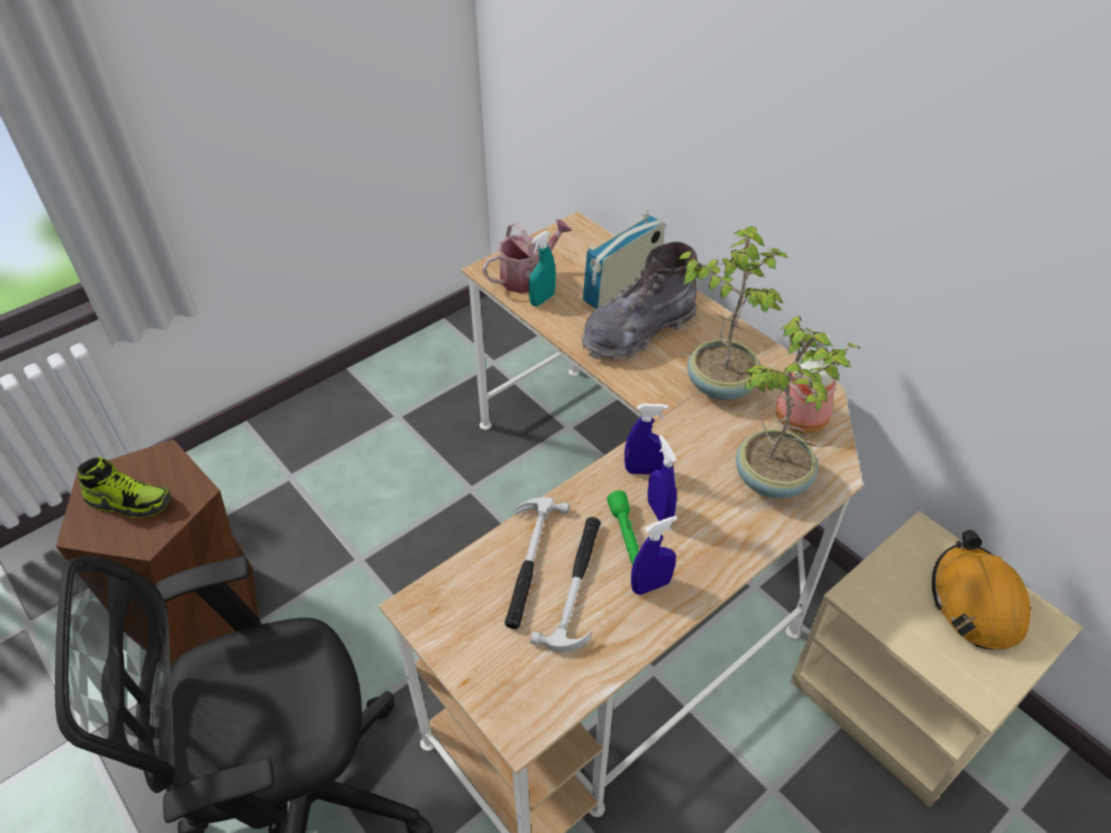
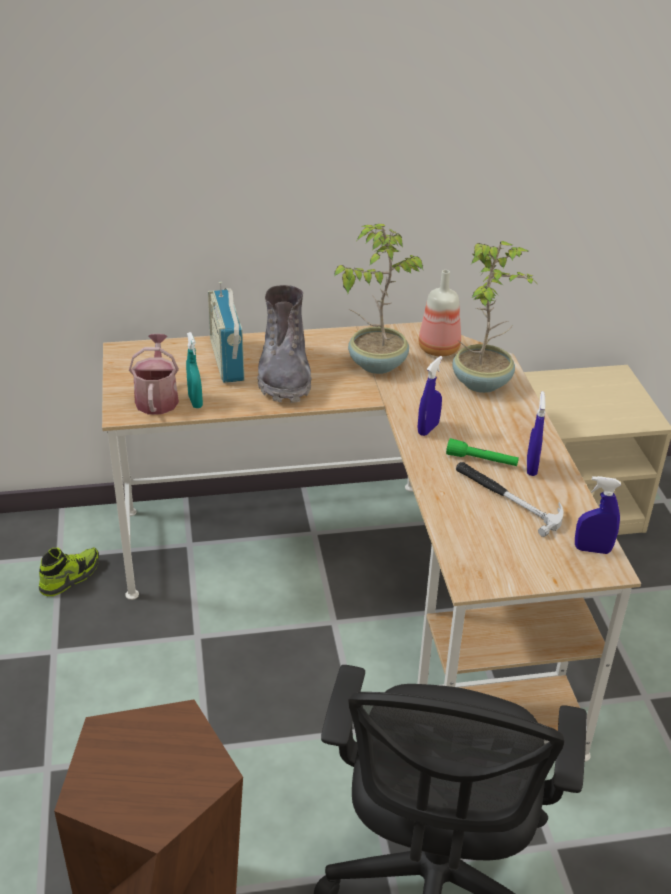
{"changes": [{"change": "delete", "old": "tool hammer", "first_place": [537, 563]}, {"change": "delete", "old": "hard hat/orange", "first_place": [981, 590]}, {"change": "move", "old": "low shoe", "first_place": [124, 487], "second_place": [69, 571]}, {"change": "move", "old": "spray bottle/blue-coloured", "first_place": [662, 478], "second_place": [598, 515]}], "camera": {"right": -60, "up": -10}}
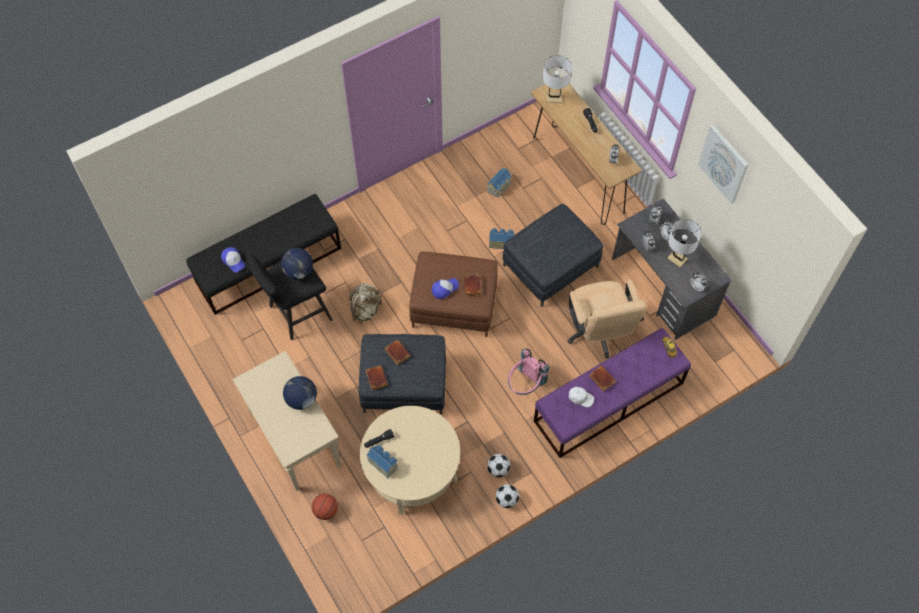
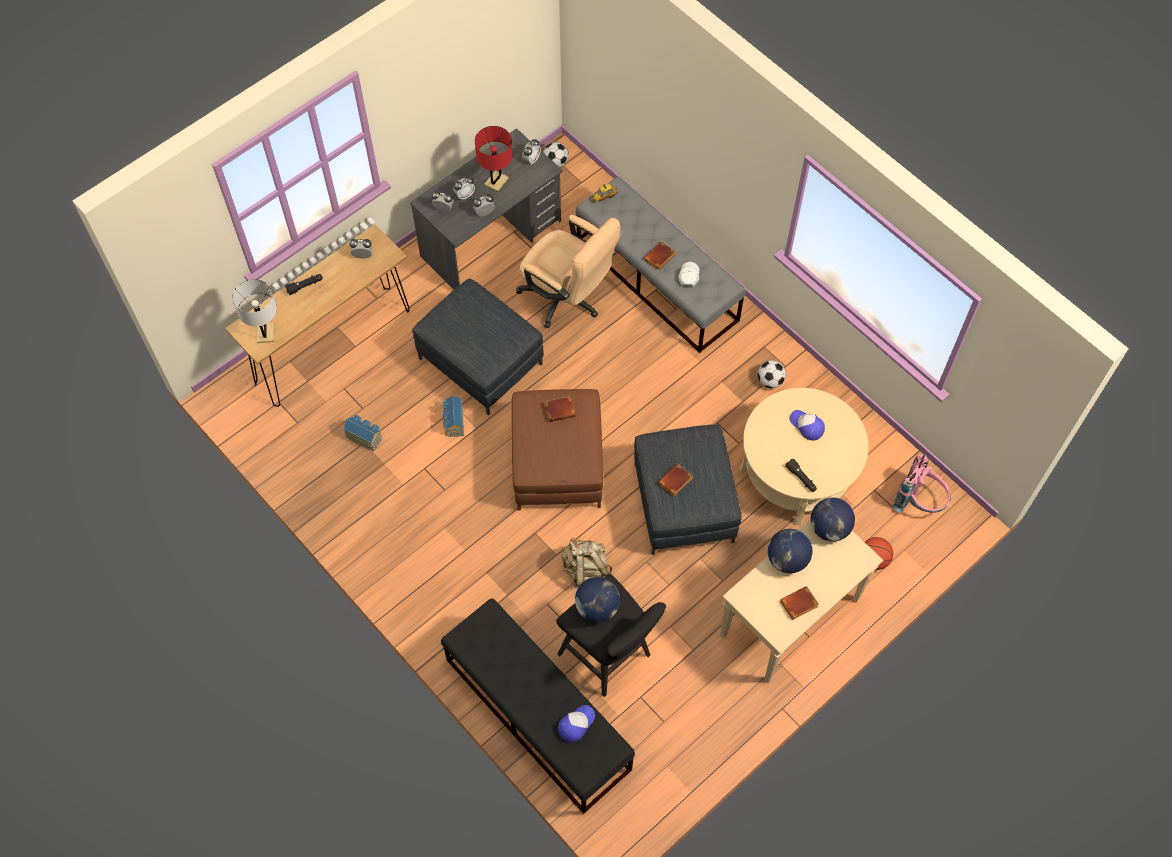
{"changes": [{"change": "delete", "old": "toy house", "first_place": [382, 461]}, {"change": "delete", "old": "picture", "first_place": [723, 164]}, {"change": "insert", "new": "globe", "second_place": [832, 519]}, {"change": "move", "old": "bound book/brown-coloured", "first_place": [376, 377], "second_place": [799, 603]}, {"change": "move", "old": "baseball cap", "first_place": [445, 288], "second_place": [807, 425]}, {"change": "move", "old": "football ball", "first_place": [507, 496], "second_place": [556, 154]}, {"change": "move", "old": "backpack/pinkish", "first_place": [528, 371], "second_place": [921, 483]}, {"change": "recolor", "old": "long seat/purplish", "new": "long seat/gray", "first_place": [612, 393], "second_place": [660, 264]}, {"change": "recolor", "old": "table lamp/white", "new": "table lamp/reddish", "first_place": [684, 243], "second_place": [494, 159]}, {"change": "rotate", "old": "desk chair/beige-coloured", "first_place": [607, 319], "second_place": [568, 271], "degrees": 60}], "camera": {"right": -100, "up": 0}}
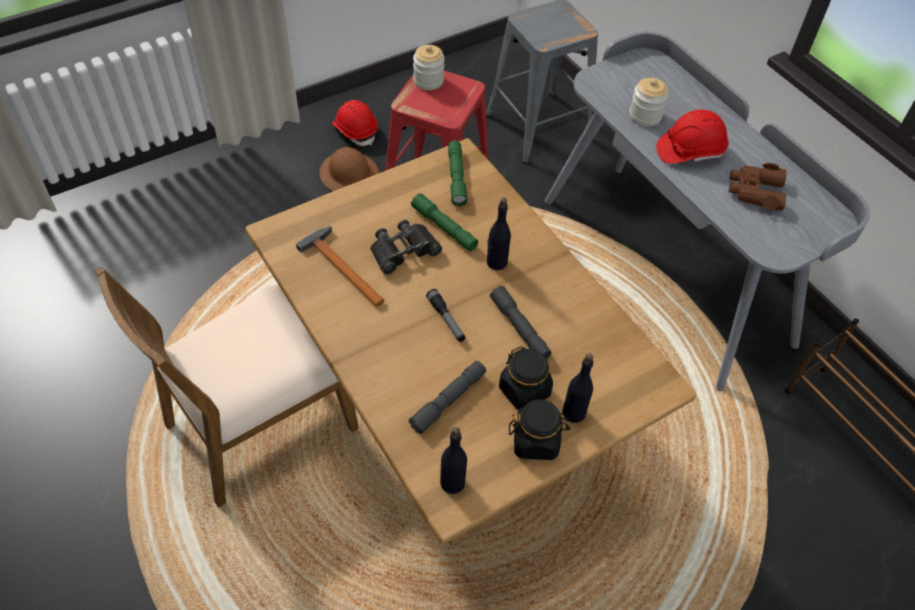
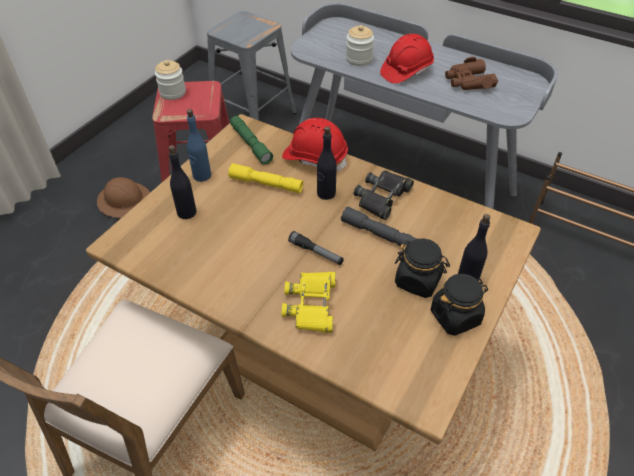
{"changes": [{"change": "delete", "old": "tool hammer", "first_place": [340, 266]}, {"change": "delete", "old": "flashlight/gray", "first_place": [447, 397]}, {"change": "insert", "new": "bottle/blue-coloured", "second_place": [199, 145]}, {"change": "insert", "new": "field glasses/yellow-coloured", "second_place": [309, 302]}, {"change": "move", "old": "hard hat/reddish", "first_place": [355, 123], "second_place": [315, 144]}, {"change": "move", "old": "field glasses/black", "first_place": [406, 247], "second_place": [384, 195]}, {"change": "move", "old": "bottle/black", "first_place": [453, 460], "second_place": [183, 182]}, {"change": "recolor", "old": "flashlight/greenish", "new": "flashlight/yellow-coloured", "first_place": [444, 222], "second_place": [265, 178]}], "camera": {"right": -25, "up": -5}}
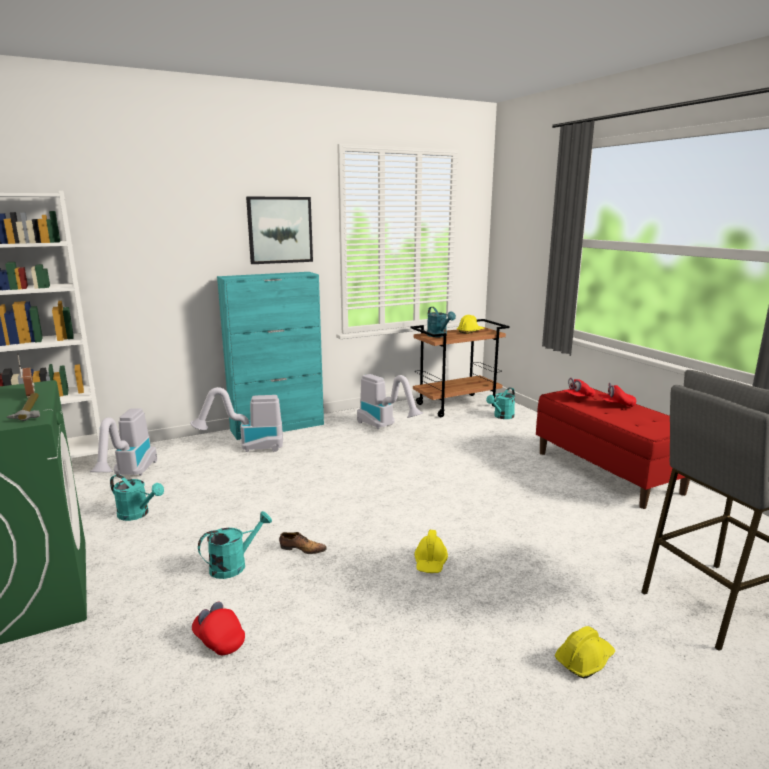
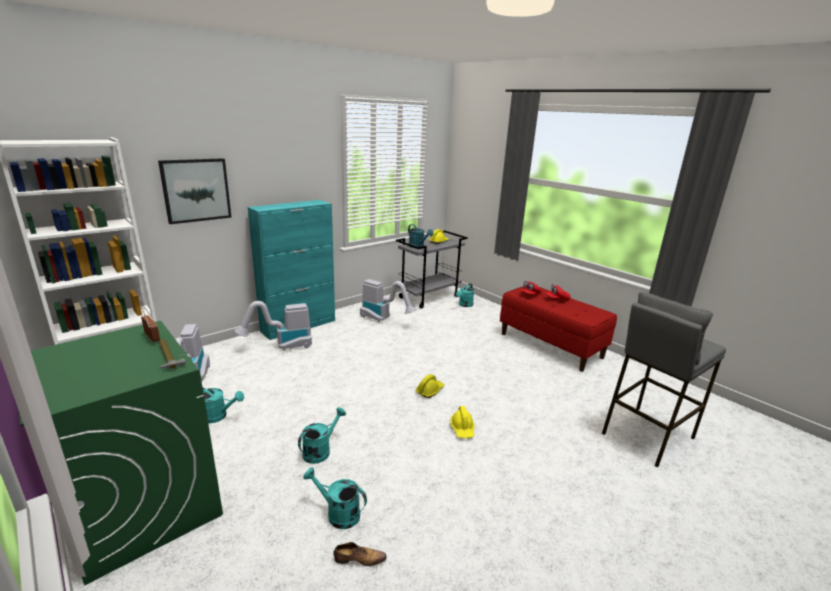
{"changes": [{"change": "move", "old": "picture", "first_place": [279, 230], "second_place": [195, 191]}, {"change": "move", "old": "low shoe", "first_place": [303, 543], "second_place": [360, 554]}, {"change": "move", "old": "hard hat/yellow-coloured", "first_place": [585, 652], "second_place": [429, 386]}, {"change": "replace", "old": "baseball cap/reddish", "new": "sprinkling can/blue-green", "first_place": [218, 628], "second_place": [335, 498]}, {"change": "recolor", "old": "wheeled cart/brown-coloured", "new": "wheeled cart/gray", "first_place": [460, 368], "second_place": [432, 269]}], "camera": {"right": -15, "up": 5}}
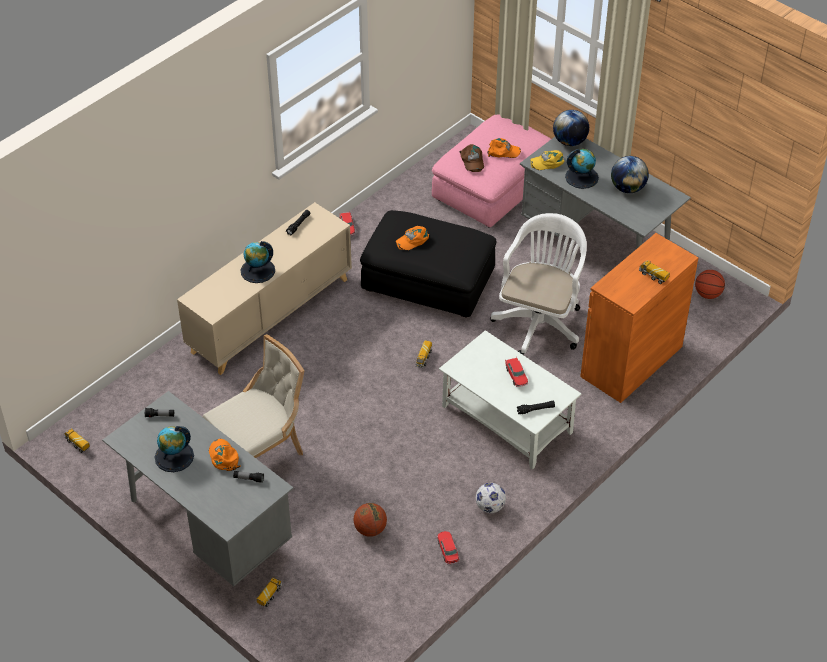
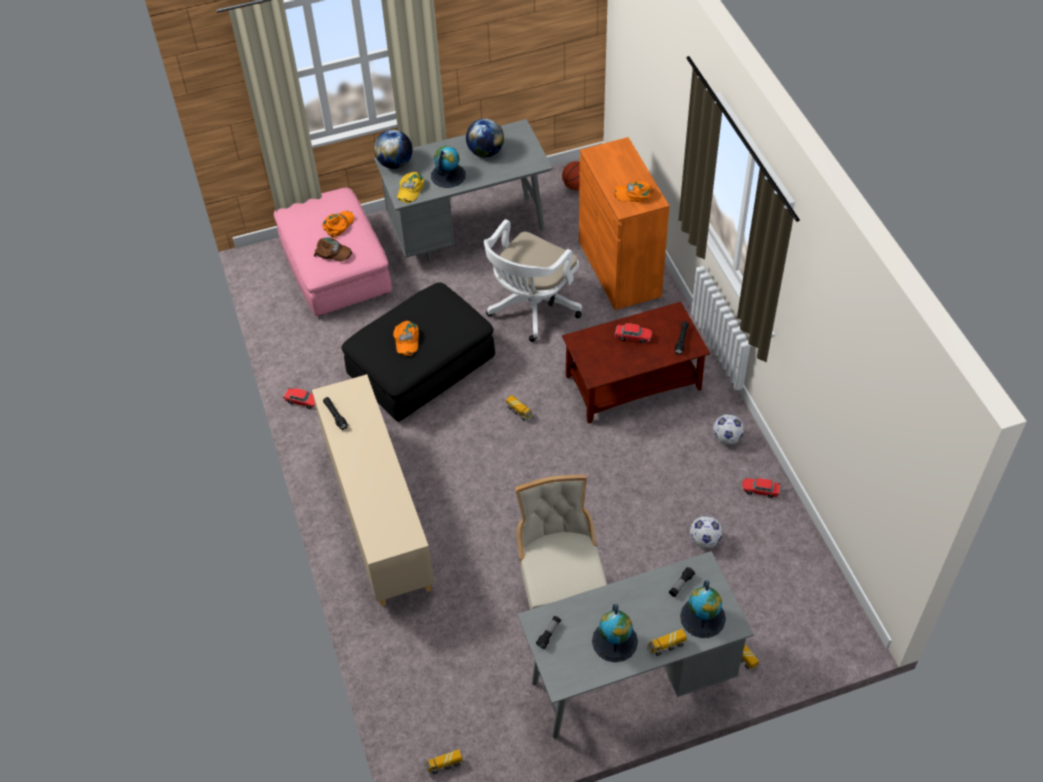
{"changes": [{"change": "move", "old": "baseball cap/orange", "first_place": [225, 455], "second_place": [633, 191]}, {"change": "move", "old": "globe", "first_place": [258, 262], "second_place": [703, 609]}, {"change": "move", "old": "toy truck", "first_place": [654, 272], "second_place": [667, 642]}, {"change": "replace", "old": "basketball", "new": "football ball", "first_place": [370, 520], "second_place": [706, 532]}, {"change": "recolor", "old": "coffee table/white", "new": "coffee table/brown-coloured", "first_place": [510, 400], "second_place": [636, 363]}, {"change": "rotate", "old": "desk chair/white", "first_place": [538, 284], "second_place": [533, 280], "degrees": -105}], "camera": {"right": -60, "up": 5}}
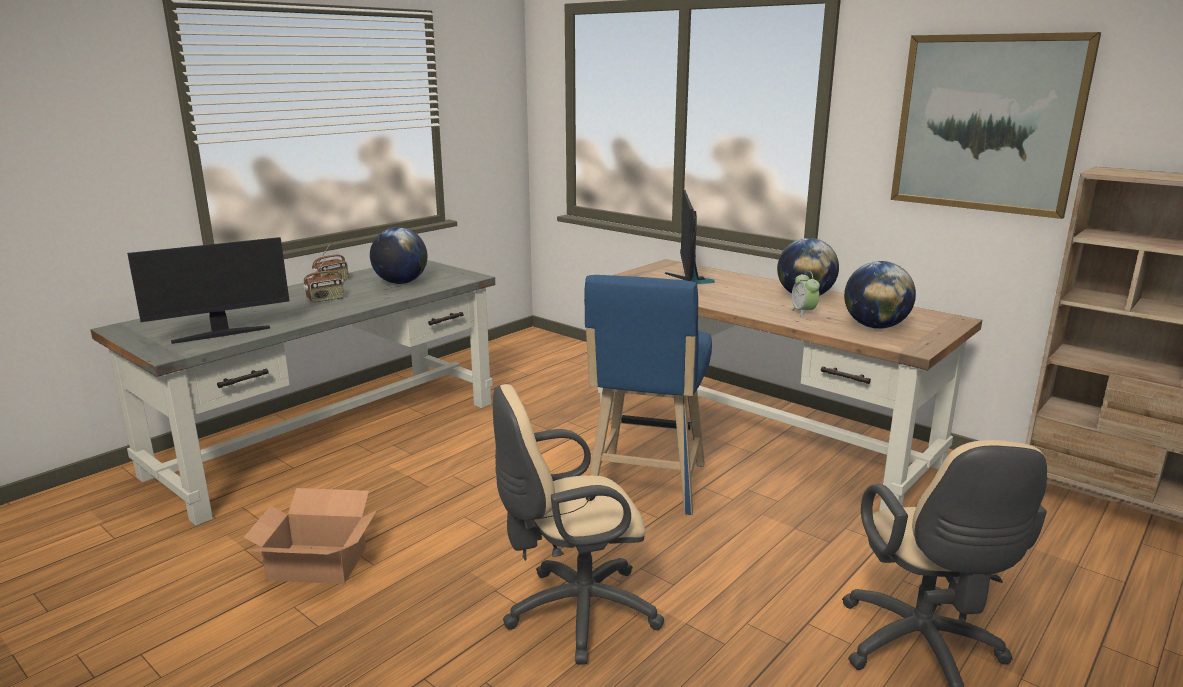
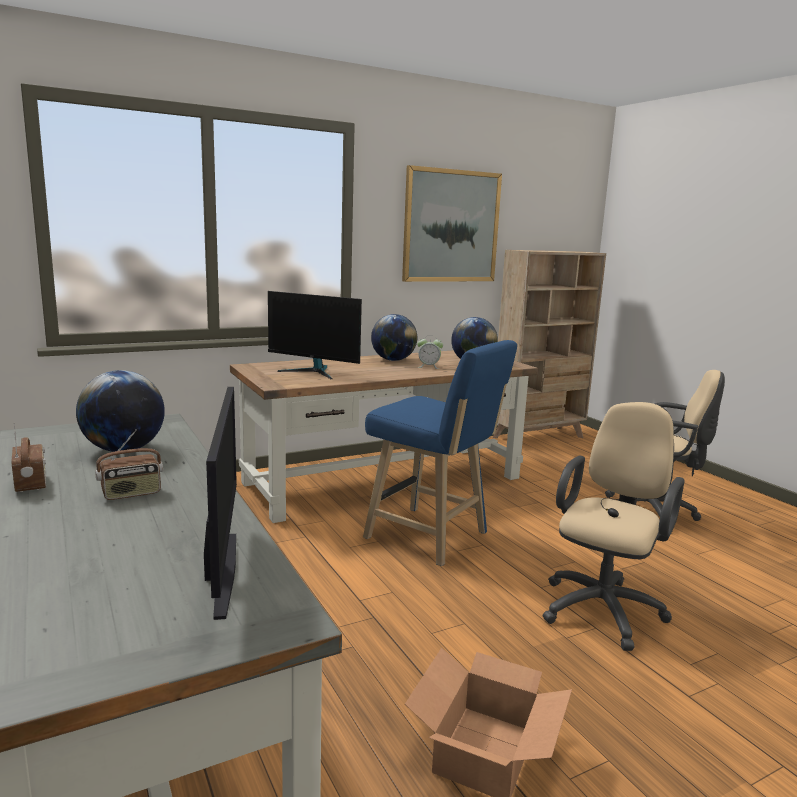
{"changes": [{"change": "rotate", "old": "radio", "first_place": [323, 281], "second_place": [129, 464], "degrees": 75}, {"change": "rotate", "old": "desk chair/beige-coloured", "first_place": [578, 524], "second_place": [614, 526], "degrees": -150}], "camera": {"right": -70, "up": -5}}
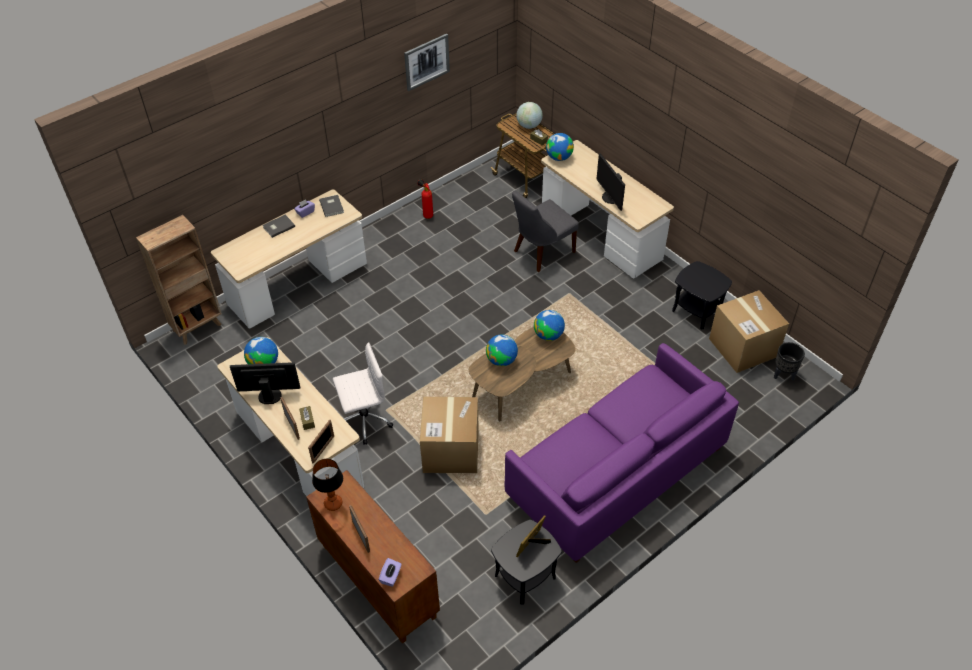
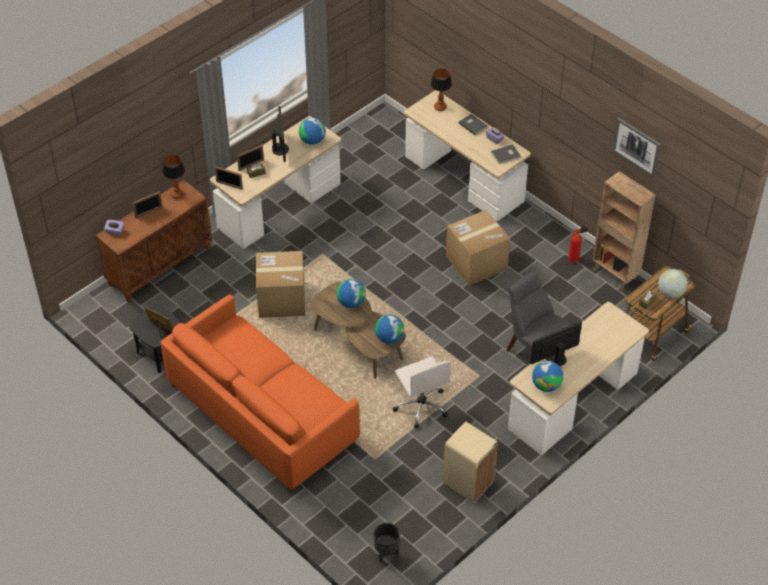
{"changes": [{"change": "insert", "new": "table lamp", "second_place": [441, 90]}, {"change": "move", "old": "bookshelf/brown-coloured", "first_place": [179, 280], "second_place": [624, 230]}, {"change": "move", "old": "desk chair/white", "first_place": [363, 393], "second_place": [421, 392]}, {"change": "move", "old": "globe", "first_place": [560, 147], "second_place": [547, 376]}, {"change": "move", "old": "cardboard box", "first_place": [749, 331], "second_place": [478, 248]}, {"change": "replace", "old": "side table/black", "new": "trash can/beige-coloured", "first_place": [702, 295], "second_place": [470, 462]}, {"change": "recolor", "old": "couch/purplish", "new": "couch/orange", "first_place": [622, 453], "second_place": [260, 393]}], "camera": {"right": 85, "up": 0}}
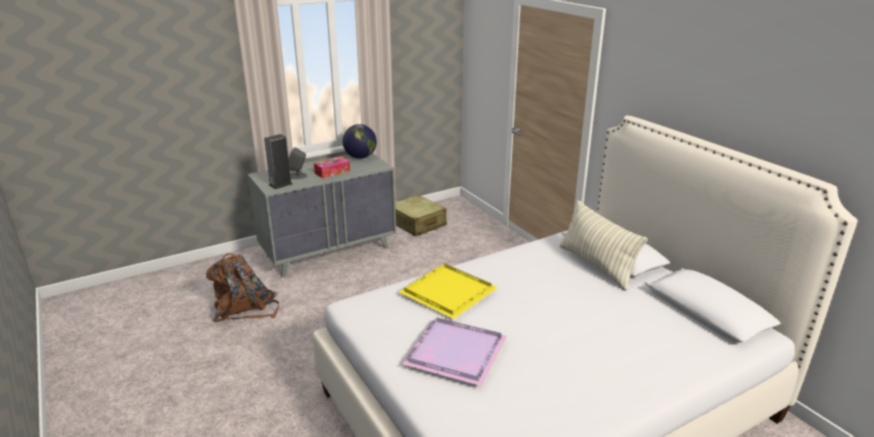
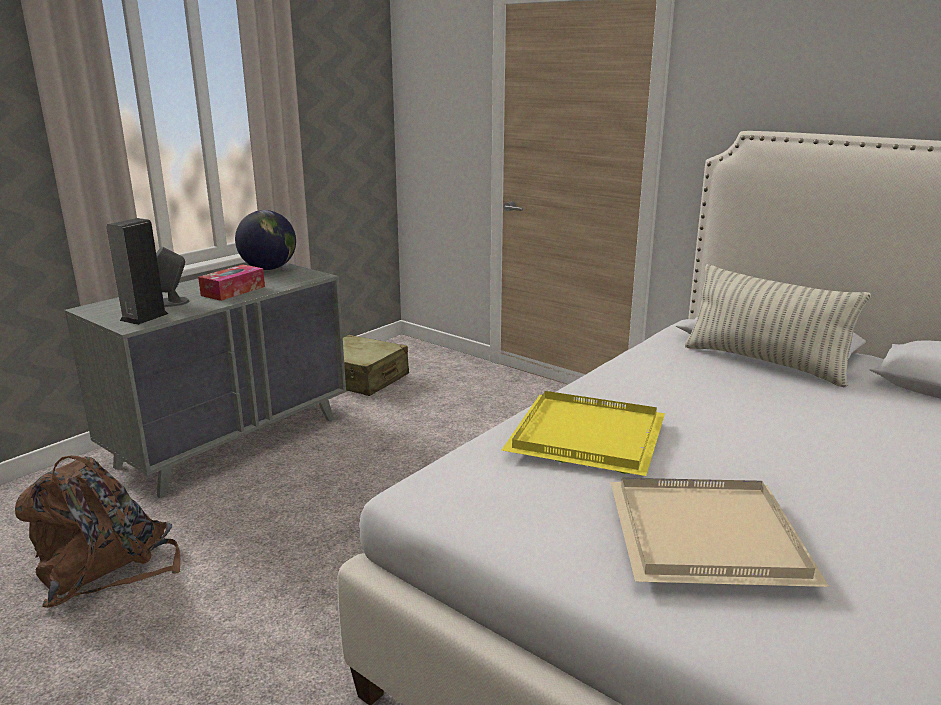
{"changes": [{"change": "recolor", "old": "tray/purplish", "new": "tray/beige-coloured", "first_place": [454, 352], "second_place": [720, 532]}], "camera": {"right": -20, "up": -5}}
